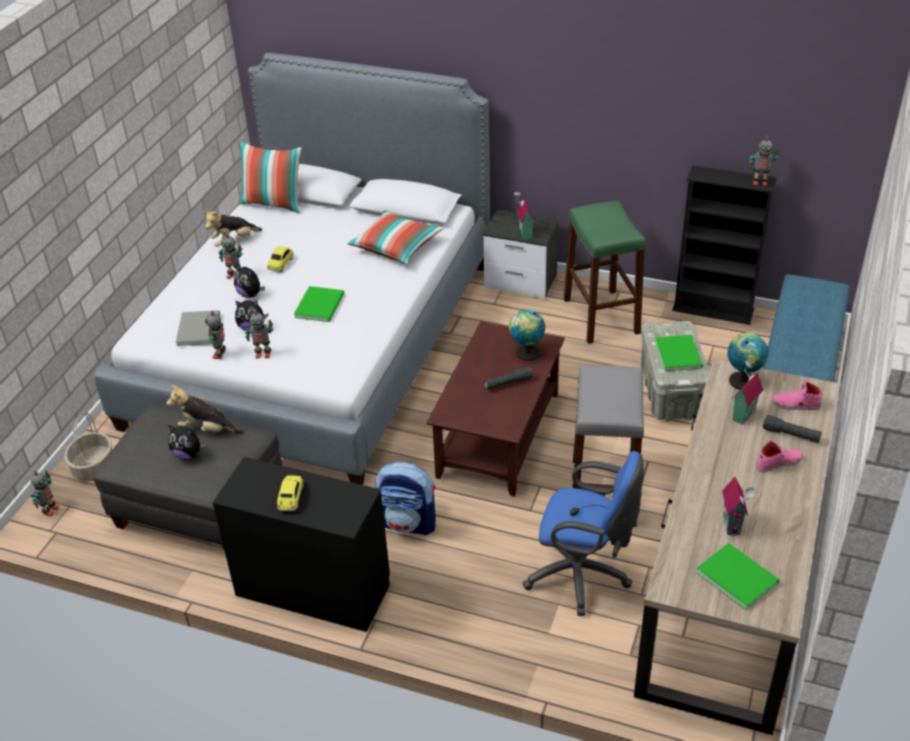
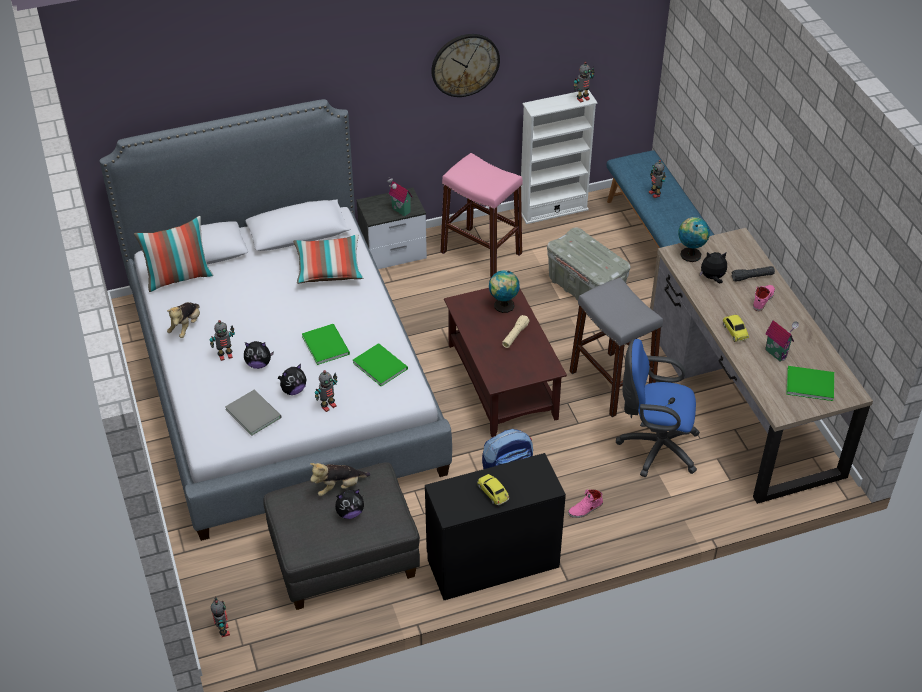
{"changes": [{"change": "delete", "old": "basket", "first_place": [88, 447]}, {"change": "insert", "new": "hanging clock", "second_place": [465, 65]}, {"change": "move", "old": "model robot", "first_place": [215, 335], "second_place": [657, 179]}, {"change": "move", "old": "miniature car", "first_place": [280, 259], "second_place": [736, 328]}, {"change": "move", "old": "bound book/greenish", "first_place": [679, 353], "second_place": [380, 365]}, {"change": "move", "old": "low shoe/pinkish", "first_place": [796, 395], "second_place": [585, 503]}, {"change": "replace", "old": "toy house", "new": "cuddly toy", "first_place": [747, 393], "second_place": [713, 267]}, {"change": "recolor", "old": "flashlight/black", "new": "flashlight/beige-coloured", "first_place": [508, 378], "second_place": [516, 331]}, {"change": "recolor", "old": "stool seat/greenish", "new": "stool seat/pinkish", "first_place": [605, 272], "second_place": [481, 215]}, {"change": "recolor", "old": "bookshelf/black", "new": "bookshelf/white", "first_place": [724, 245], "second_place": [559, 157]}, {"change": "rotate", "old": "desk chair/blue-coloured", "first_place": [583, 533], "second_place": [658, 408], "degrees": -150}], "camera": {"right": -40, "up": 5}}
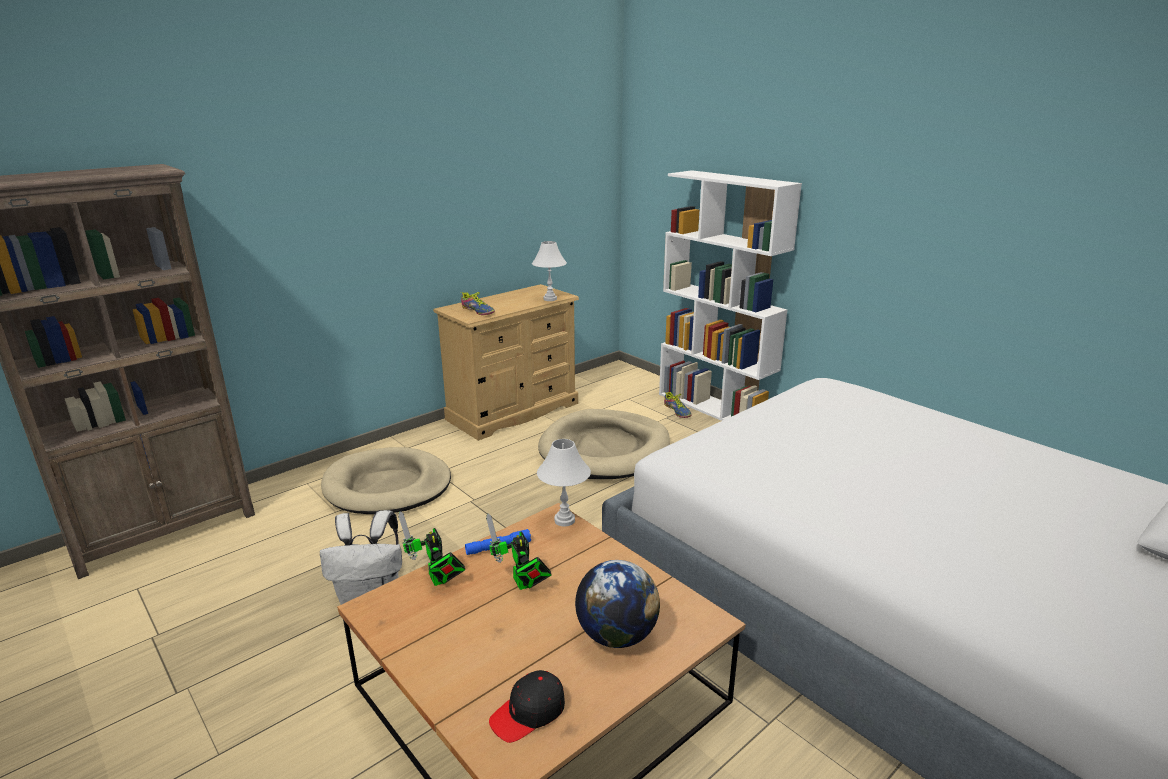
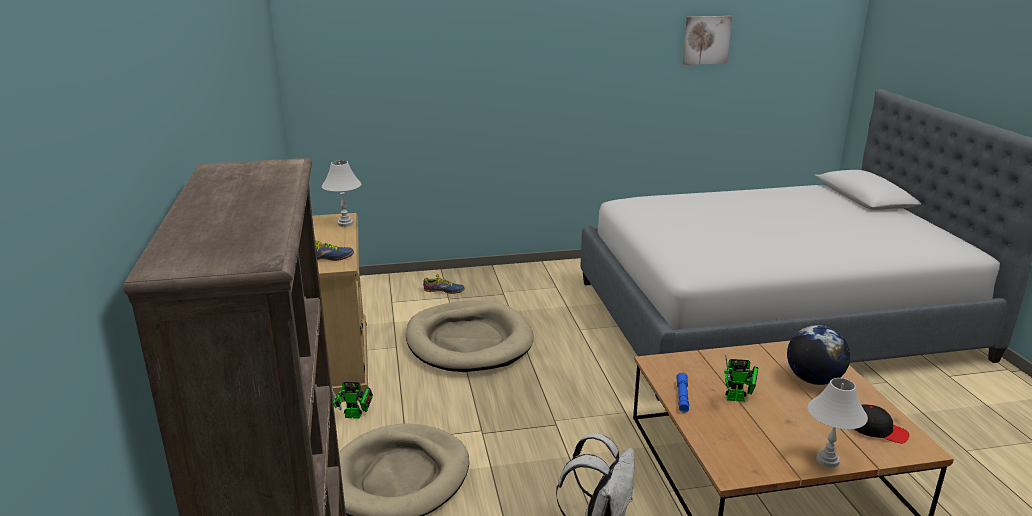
{"changes": [{"change": "delete", "old": "bookshelf/white", "first_place": [730, 295]}, {"change": "insert", "new": "picture", "second_place": [707, 40]}, {"change": "move", "old": "model robot", "first_place": [431, 548], "second_place": [352, 400]}, {"change": "move", "old": "table lamp/white", "first_place": [564, 483], "second_place": [838, 423]}, {"change": "rotate", "old": "baseball cap/black", "first_place": [527, 706], "second_place": [881, 423], "degrees": -60}], "camera": {"right": -60, "up": 0}}
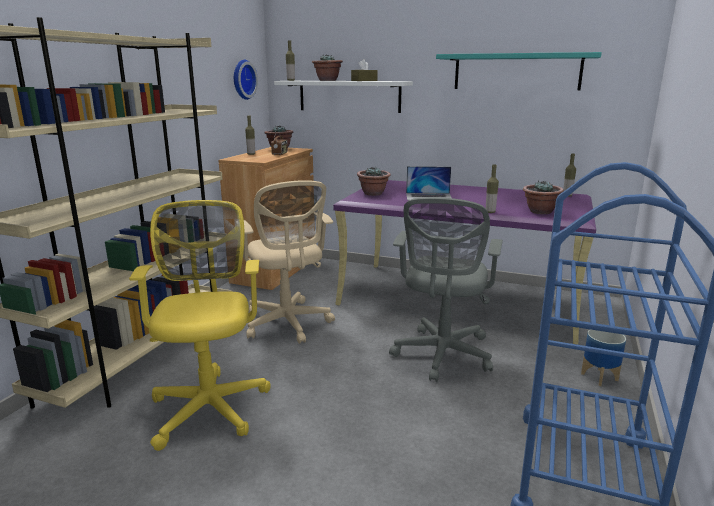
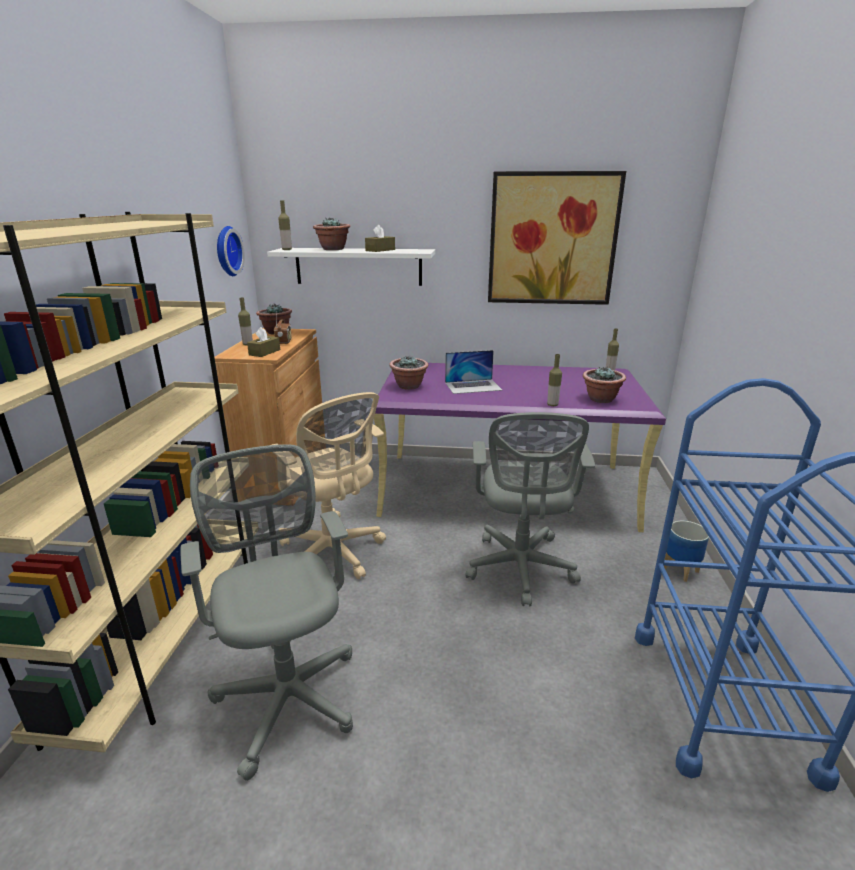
{"changes": [{"change": "insert", "new": "tissue holder/brown-coloured", "second_place": [263, 342]}, {"change": "replace", "old": "bracket shelf/blue-green", "new": "picture", "first_place": [519, 71], "second_place": [557, 238]}, {"change": "recolor", "old": "desk chair/yellow-coloured", "new": "desk chair/gray", "first_place": [200, 325], "second_place": [266, 612]}], "camera": {"right": -15, "up": 5}}
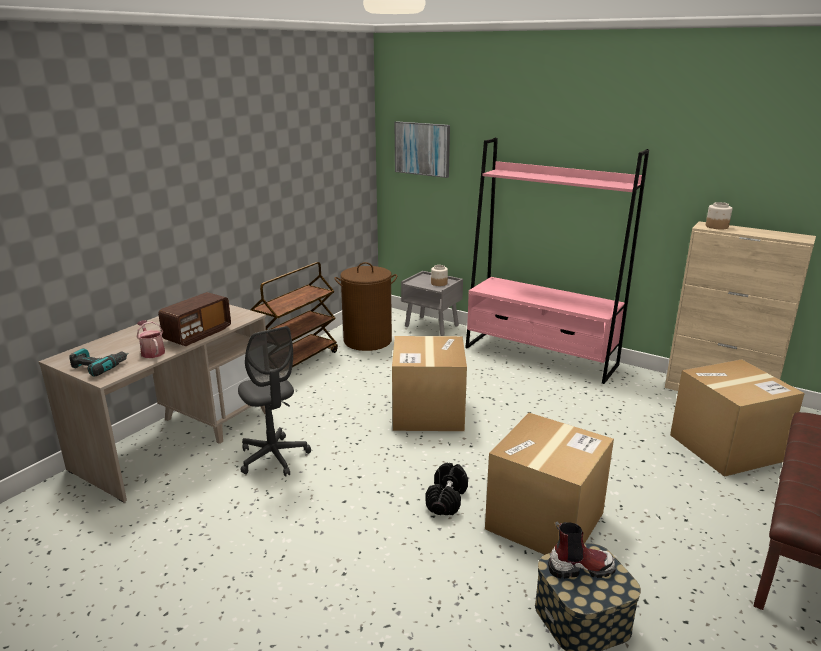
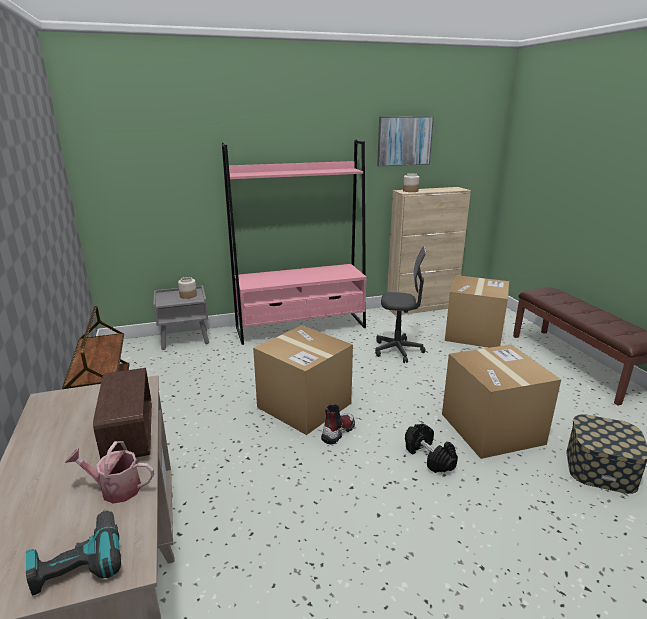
{"changes": [{"change": "delete", "old": "laundry basket/brown-coloured", "first_place": [365, 306]}, {"change": "move", "old": "desk chair/gray", "first_place": [274, 401], "second_place": [400, 304]}, {"change": "move", "old": "picture", "first_place": [422, 149], "second_place": [405, 141]}, {"change": "move", "old": "high-top boot", "first_place": [582, 550], "second_place": [338, 424]}], "camera": {"right": -50, "up": 0}}
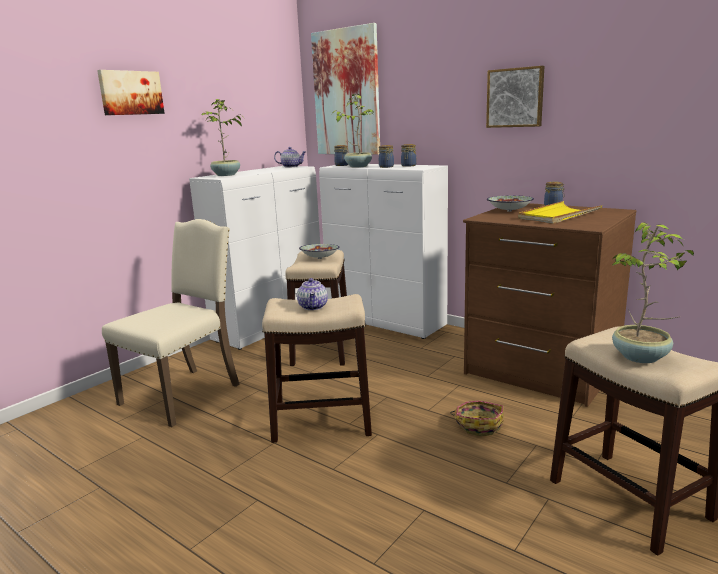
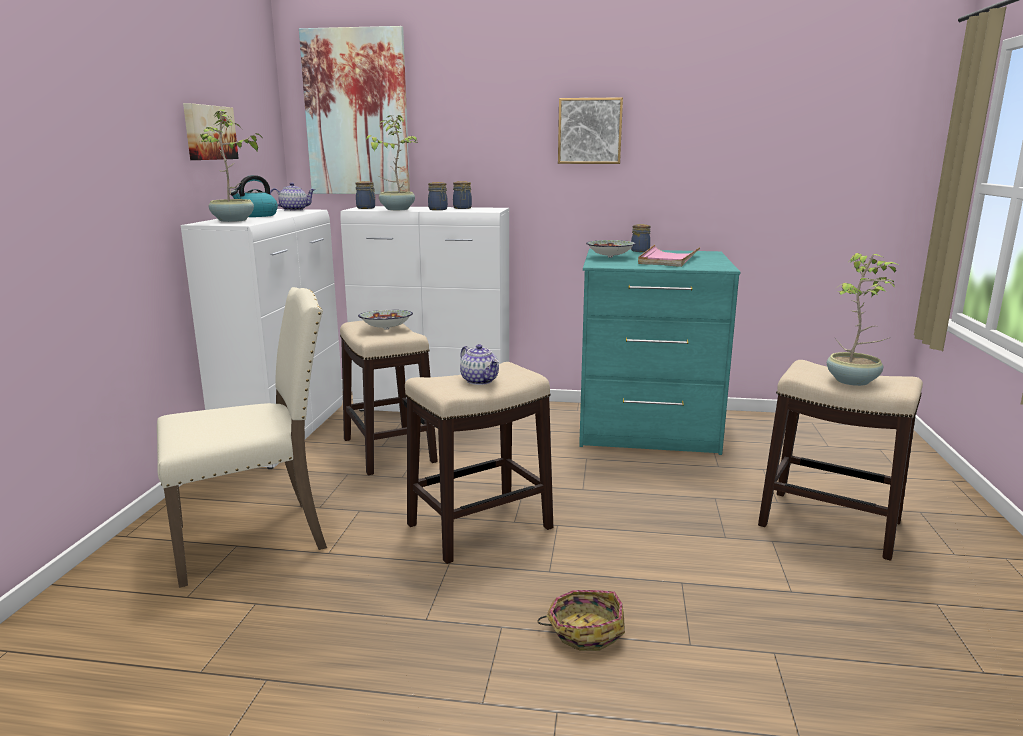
{"changes": [{"change": "insert", "new": "water kettle", "second_place": [254, 196]}, {"change": "move", "old": "picture", "first_place": [131, 92], "second_place": [211, 131]}, {"change": "move", "old": "basket", "first_place": [477, 418], "second_place": [581, 620]}, {"change": "recolor", "old": "drawer chest/brown-coloured", "new": "drawer chest/blue-green", "first_place": [550, 305], "second_place": [659, 352]}, {"change": "recolor", "old": "tray/yellow-coloured", "new": "tray/pinkish", "first_place": [560, 212], "second_place": [669, 256]}, {"change": "rotate", "old": "chair/beige-coloured", "first_place": [171, 323], "second_place": [242, 437], "degrees": 60}], "camera": {"right": -30, "up": 0}}
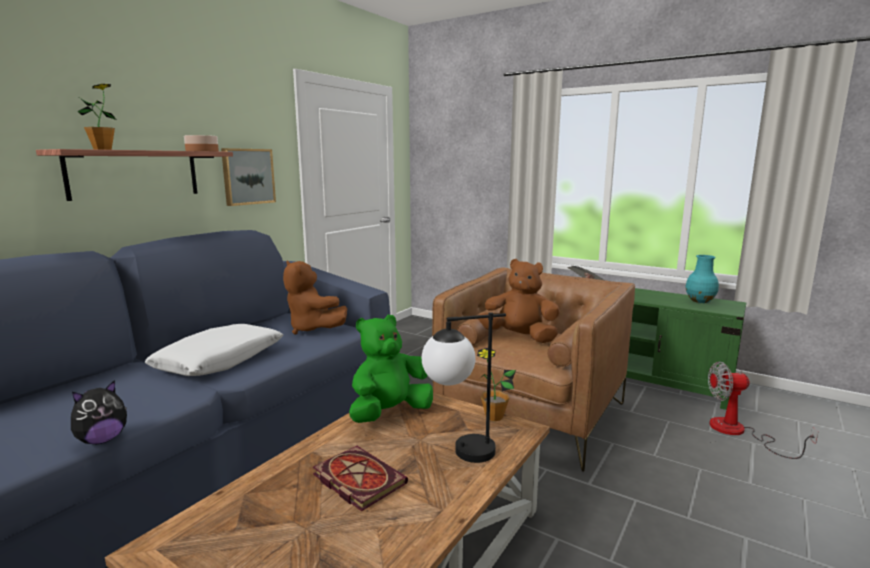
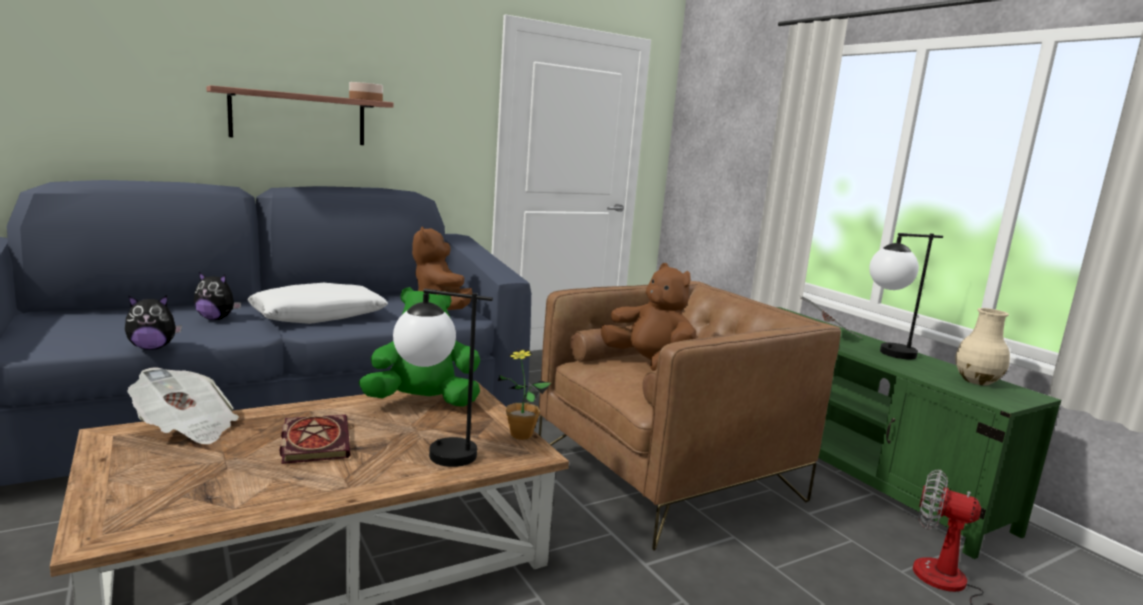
{"changes": [{"change": "delete", "old": "plant in a pot", "first_place": [96, 117]}, {"change": "delete", "old": "picture", "first_place": [248, 177]}, {"change": "insert", "new": "printed paper", "second_place": [183, 405]}, {"change": "insert", "new": "cuddly toy", "second_place": [217, 296]}, {"change": "insert", "new": "table lamp", "second_place": [906, 296]}, {"change": "recolor", "old": "decorative vase/blue-green", "new": "decorative vase/beige-coloured", "first_place": [702, 279], "second_place": [982, 346]}], "camera": {"right": 25, "up": 0}}
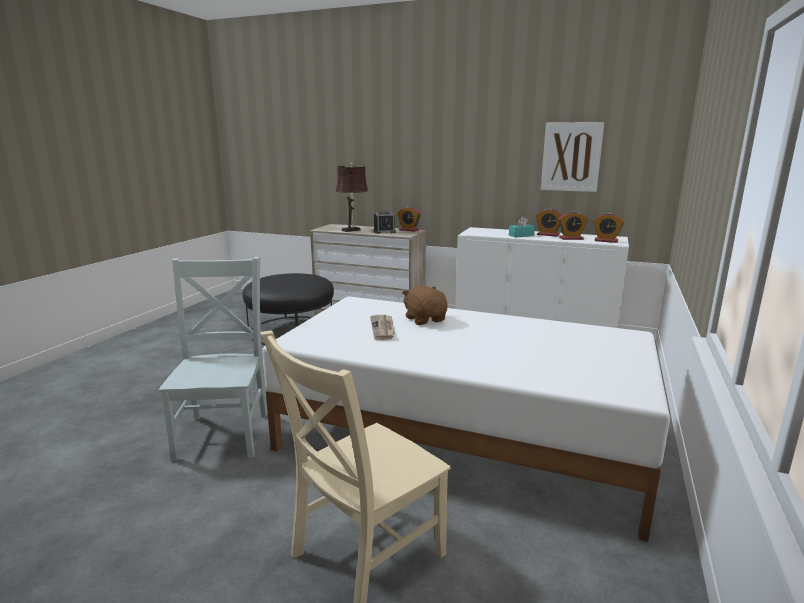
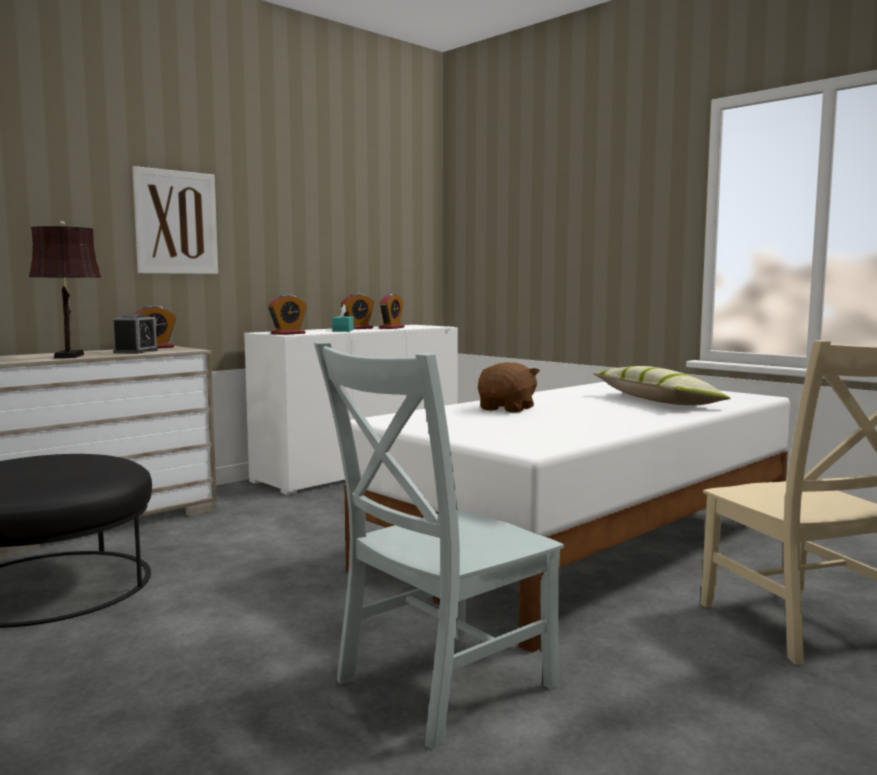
{"changes": [{"change": "delete", "old": "printed paper", "first_place": [382, 327]}, {"change": "insert", "new": "throw pillow", "second_place": [662, 385]}, {"change": "move", "old": "picture", "first_place": [572, 157], "second_place": [175, 220]}, {"change": "move", "old": "alarm clock", "first_place": [608, 228], "second_place": [287, 315]}, {"change": "rotate", "old": "chair/gray", "first_place": [213, 359], "second_place": [439, 545], "degrees": -60}, {"change": "rotate", "old": "cuddly toy/brown-coloured", "first_place": [425, 305], "second_place": [509, 387], "degrees": 120}], "camera": {"right": -65, "up": -10}}
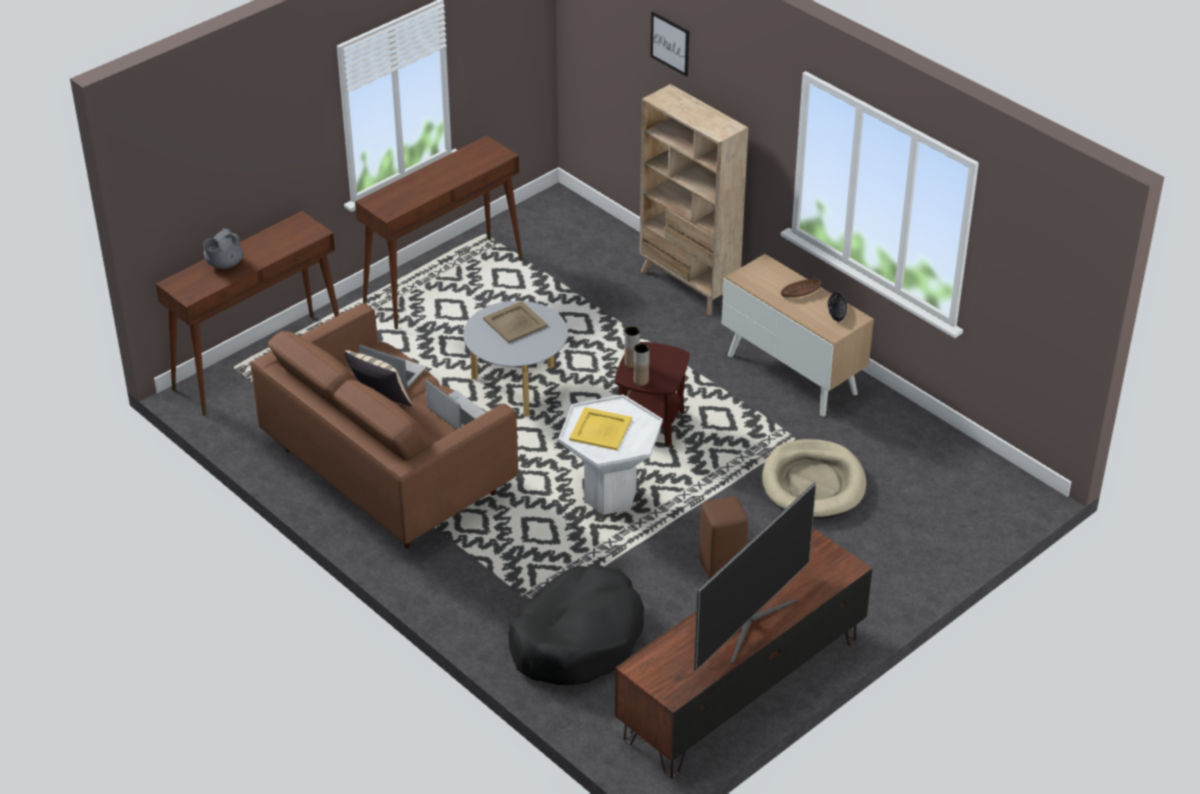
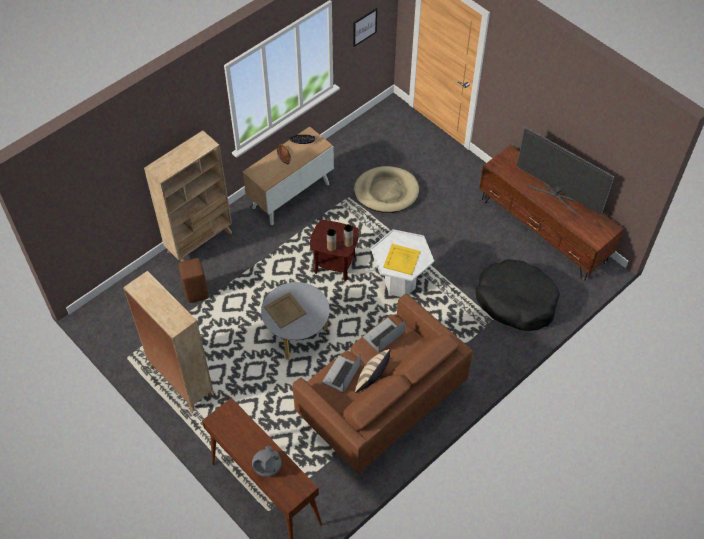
{"changes": [{"change": "move", "old": "picture", "first_place": [669, 44], "second_place": [365, 27]}, {"change": "move", "old": "stool seat/brown-coloured", "first_place": [723, 537], "second_place": [194, 280]}, {"change": "replace", "old": "narrow table/brown-coloured", "new": "bookshelf/beige-coloured", "first_place": [439, 232], "second_place": [168, 341]}, {"change": "rotate", "old": "pot for tea/gray", "first_place": [223, 248], "second_place": [267, 461], "degrees": 90}], "camera": {"right": -90, "up": 15}}
